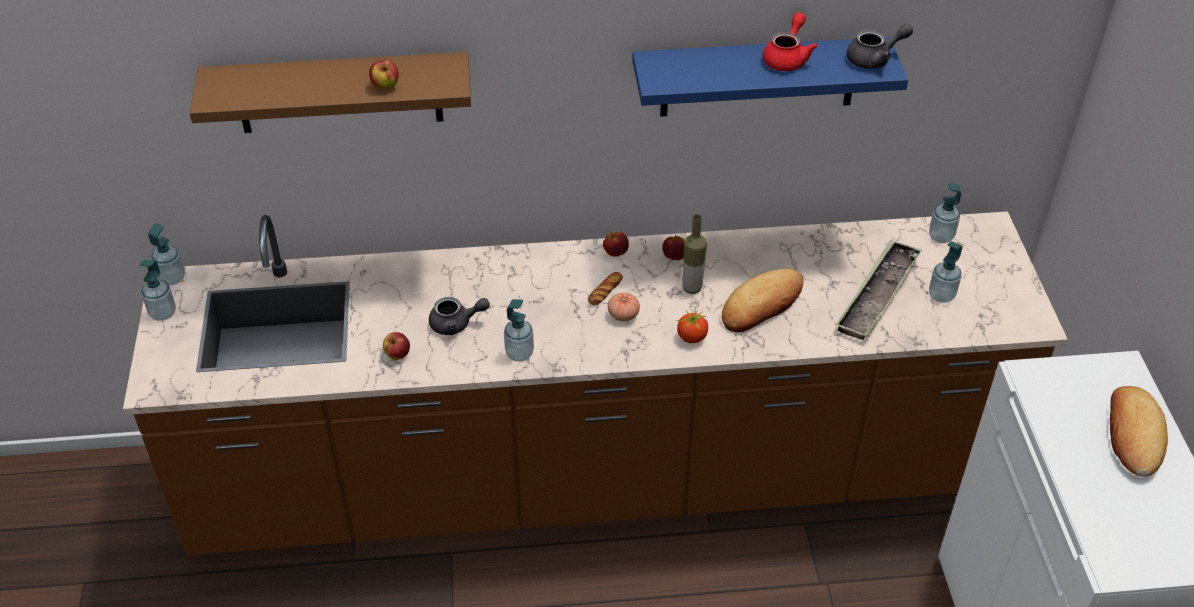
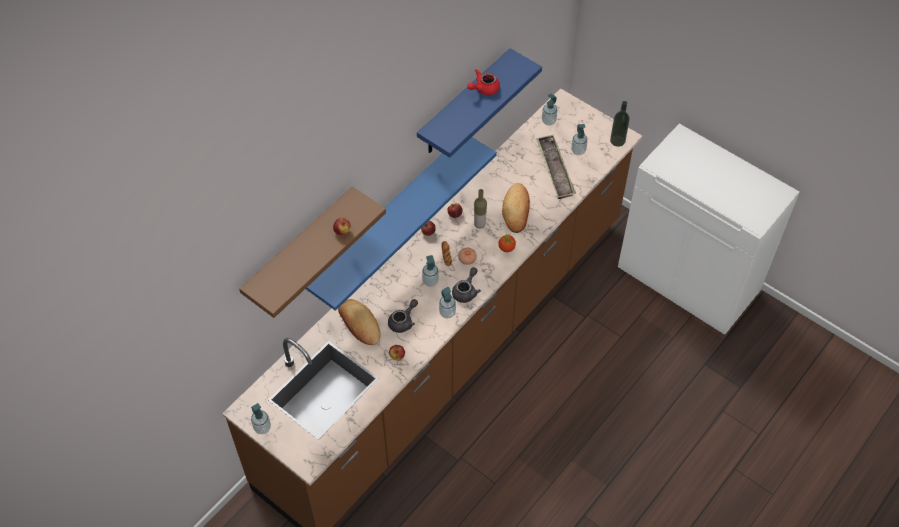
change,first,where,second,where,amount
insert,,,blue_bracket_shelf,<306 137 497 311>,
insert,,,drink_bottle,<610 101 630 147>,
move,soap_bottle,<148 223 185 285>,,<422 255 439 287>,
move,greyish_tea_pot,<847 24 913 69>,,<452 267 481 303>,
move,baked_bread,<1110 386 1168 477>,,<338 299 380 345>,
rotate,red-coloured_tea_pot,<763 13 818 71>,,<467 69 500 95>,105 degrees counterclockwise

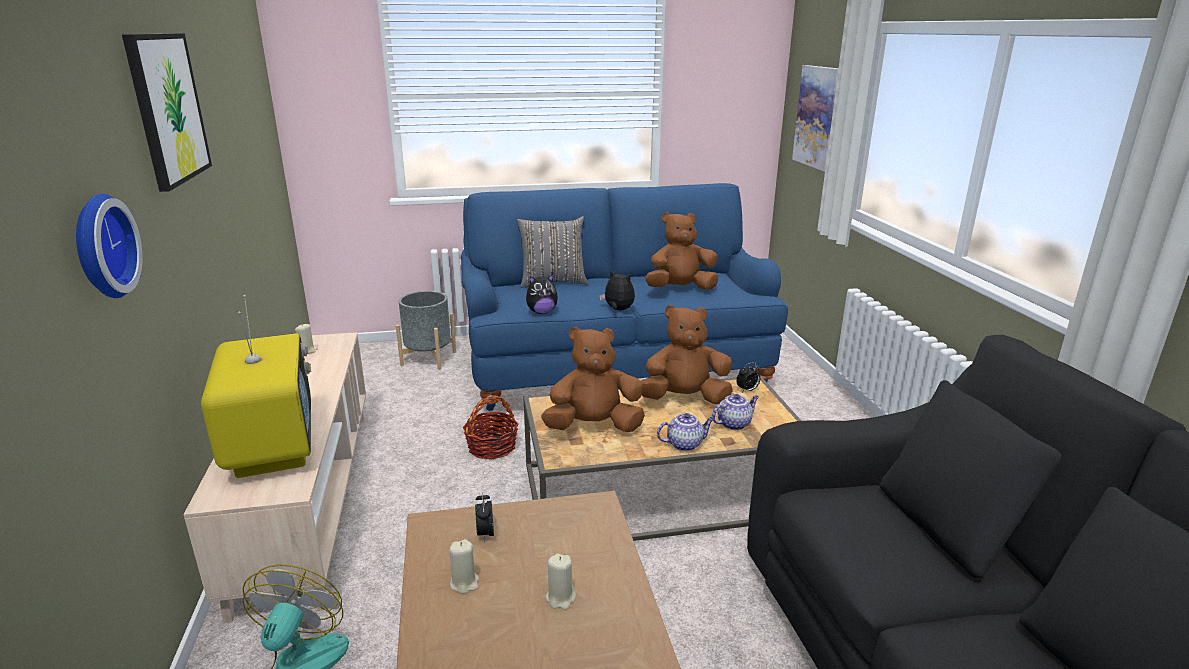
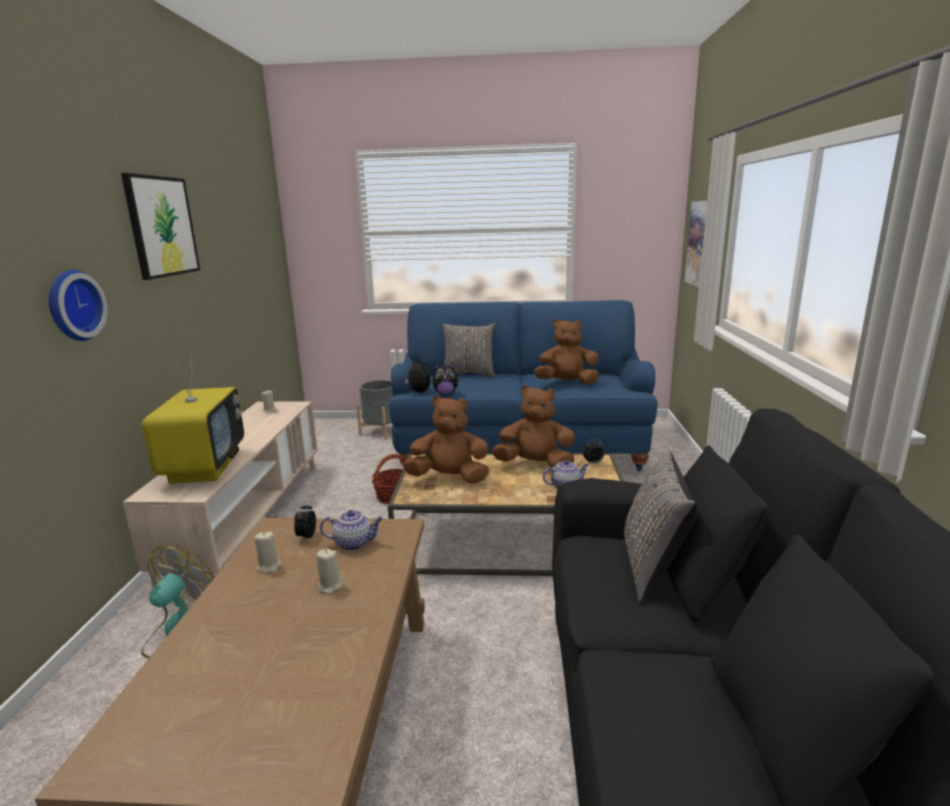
change,first,where,second,where,amount
insert,,,greyish_cushion,<624 452 698 603>,
move,soft_toy,<599 270 635 310>,,<405 360 431 392>,
move,tea_pot,<657 413 714 451>,,<320 510 383 551>,

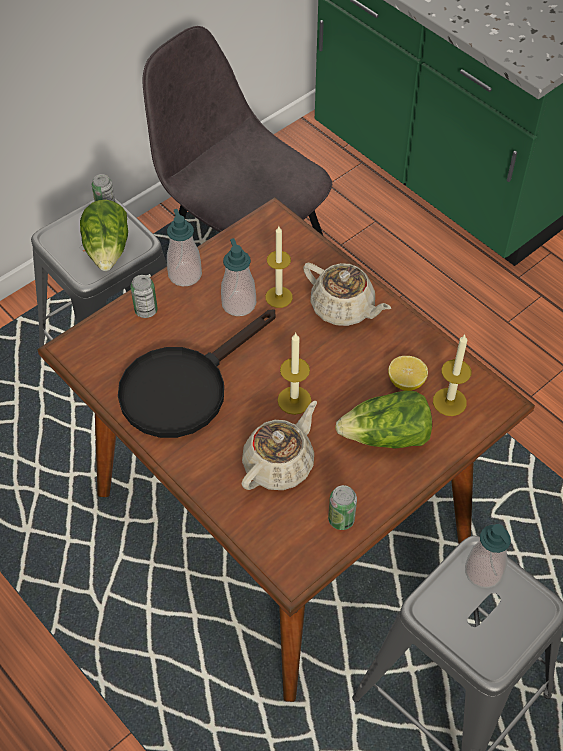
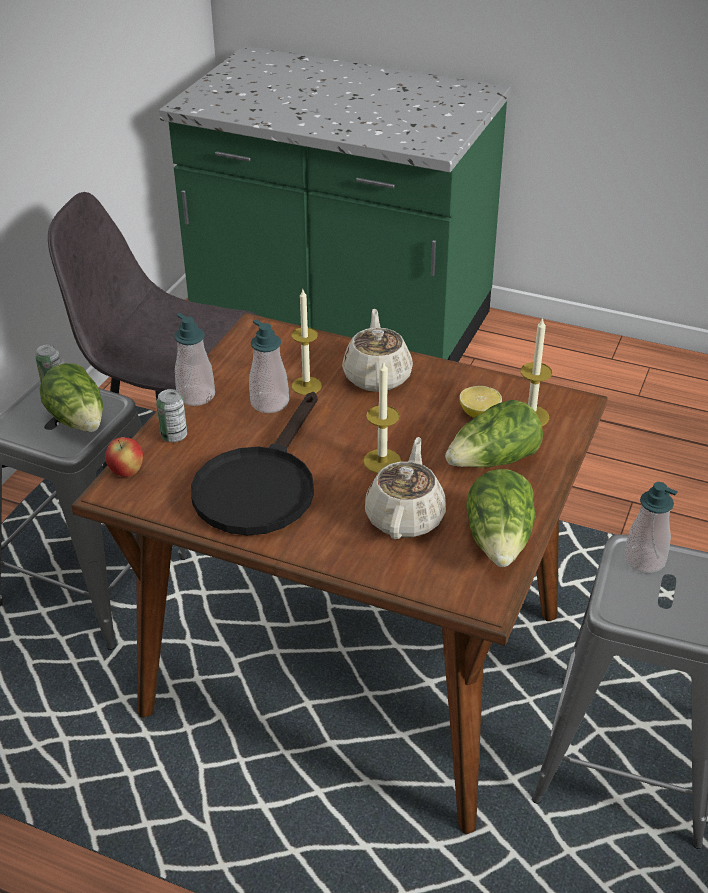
change,first,where,second,where,amount
insert,,,whole_apple,<105 437 143 477>,
replace,sealed_can,<328 485 357 530>,head_of_lettuce,<466 469 536 567>,
rotate,beige_tea_pot,<303 263 391 326>,,<342 308 413 392>,105 degrees counterclockwise

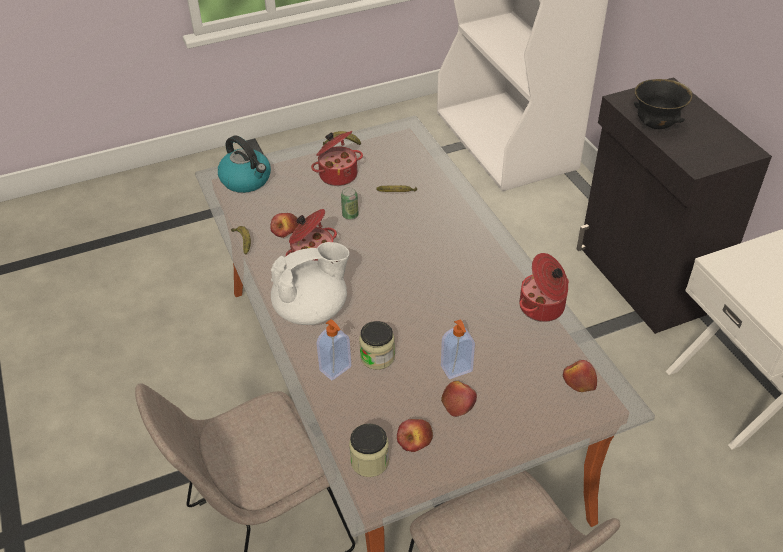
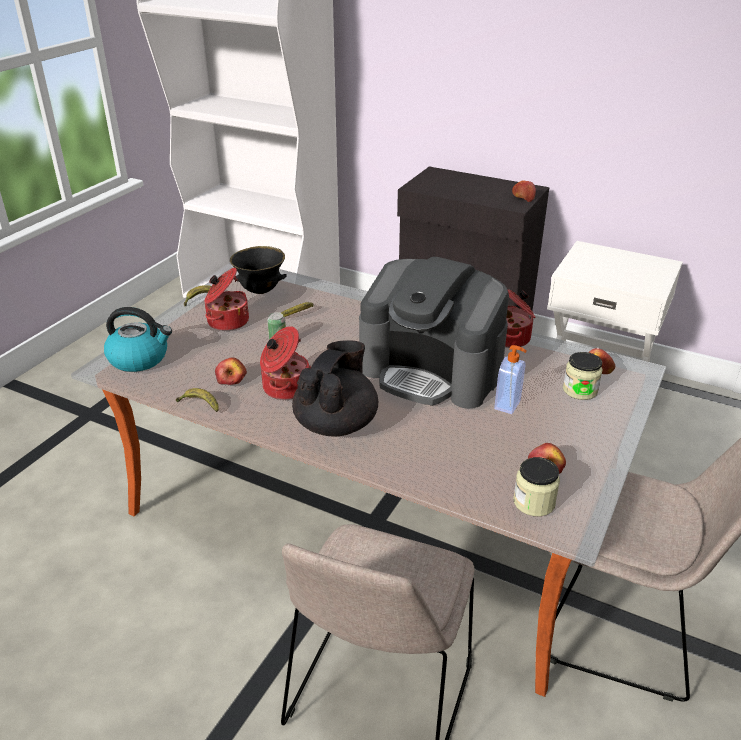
change,first,where,second,where,amount
delete,soap_bottle,<316 319 351 380>,,,
insert,,,coffee_brewer,<359 257 509 409>,
move,jar,<359 321 395 370>,,<563 352 603 400>,
move,whole_apple,<441 381 477 417>,,<512 181 536 202>,
move,black_bowl,<634 79 693 129>,,<230 246 287 294>,
recolor,white-coloured_tea_pot,<271 242 349 325>,black_tea_pot,<292 340 378 436>,

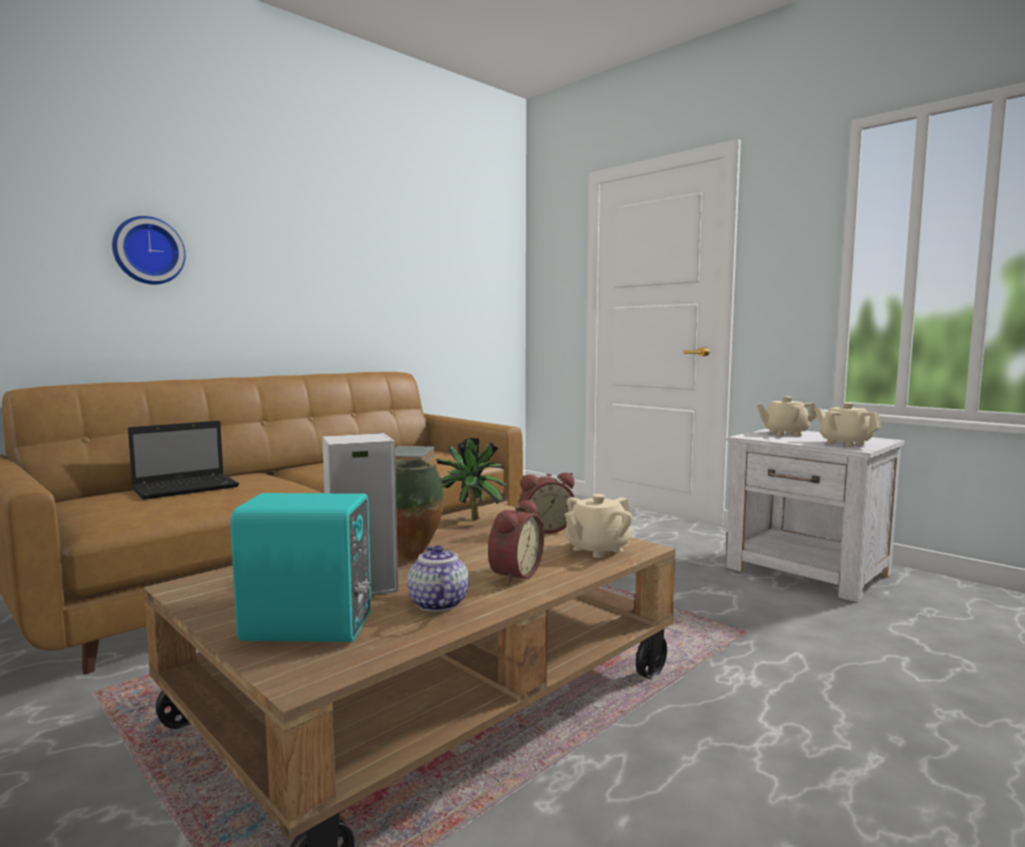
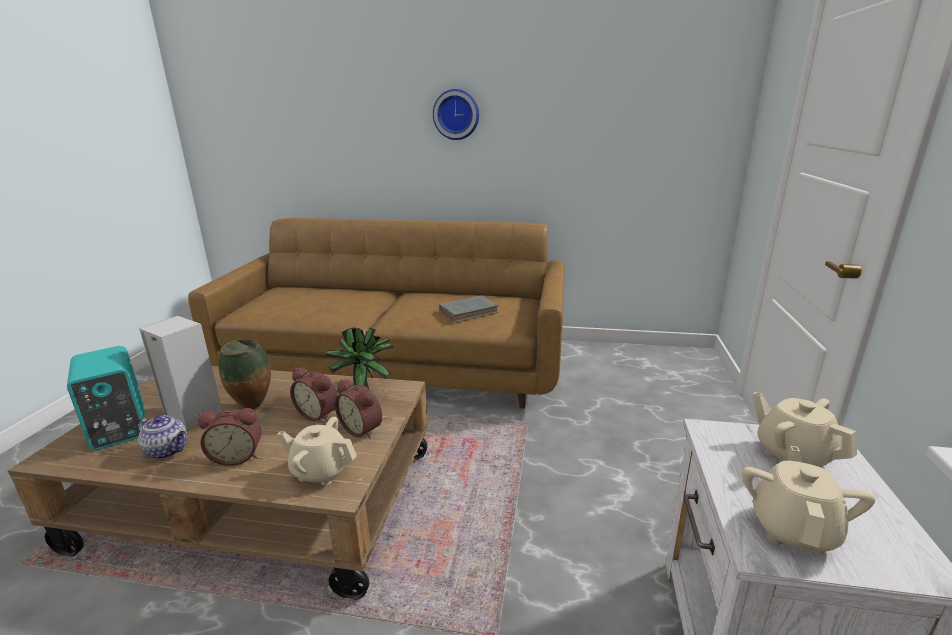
change,first,where,second,where,amount
delete,laptop,<128 421 239 500>,,,
insert,,,alarm_clock,<290 367 337 422>,
move,clock_on_the_wall,<112 216 186 284>,,<433 89 479 140>,
rotate,tea_pot,<407 545 469 612>,,<137 415 187 459>,75 degrees clockwise

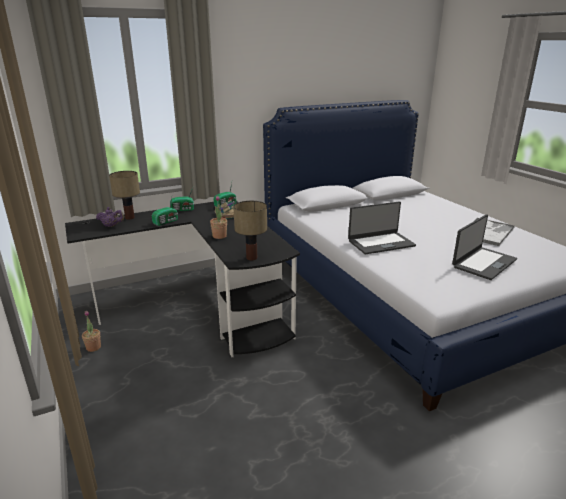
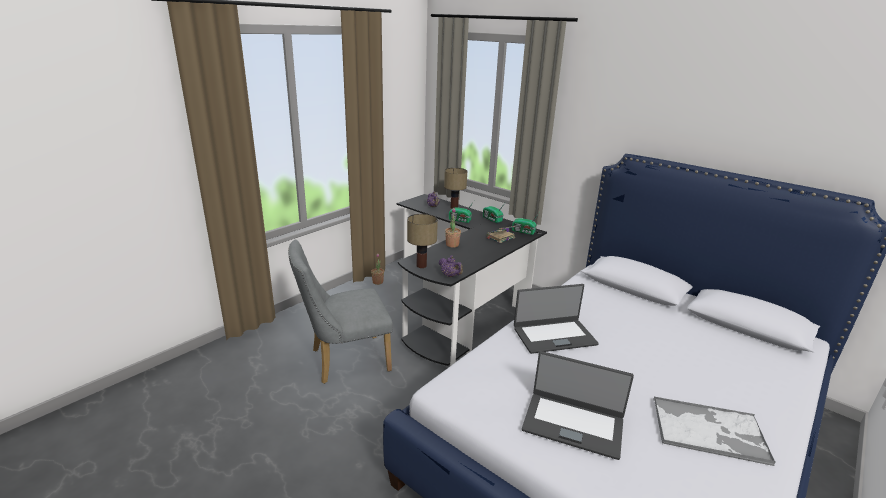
change,first,where,second,where,amount
insert,,,greyish_plain_chair,<288 240 393 384>,
insert,,,purplish_tea_pot,<439 255 463 277>,
rotate,laptop,<348 201 416 254>,,<514 284 599 354>,60 degrees counterclockwise

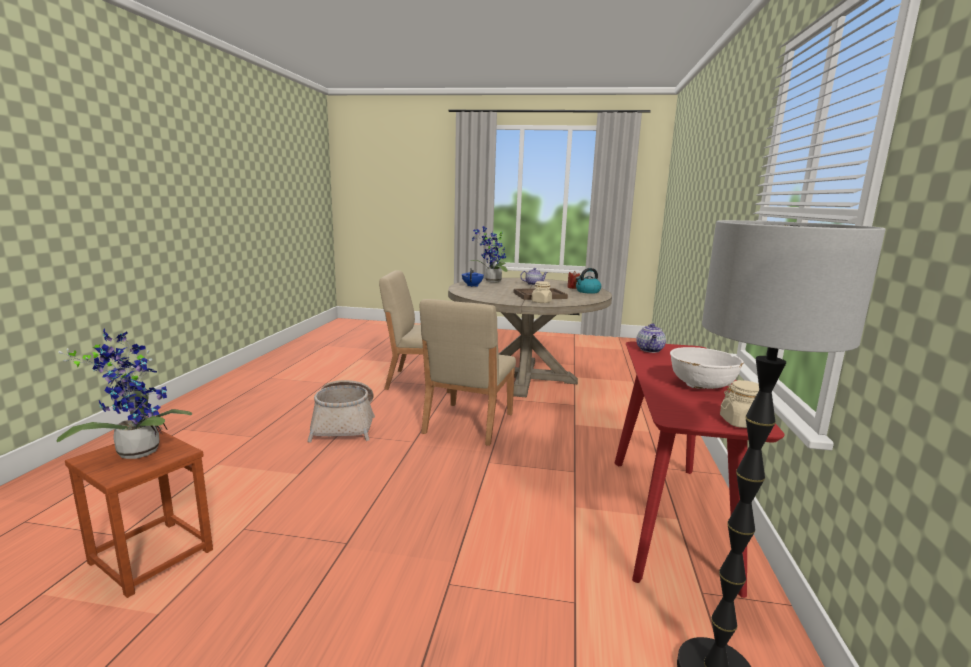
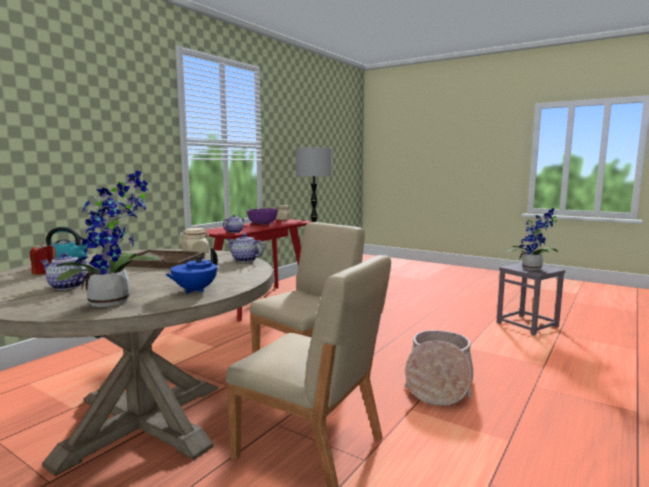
change,first,where,second,where,amount
insert,,,tea_pot,<227 233 264 262>,
recolor,brown_sitting_stool,<65 429 213 598>,greyish_sitting_stool,<497 263 565 336>,
recolor,white-coloured_bowl,<670 347 744 389>,purplish_bowl,<246 208 278 225>,

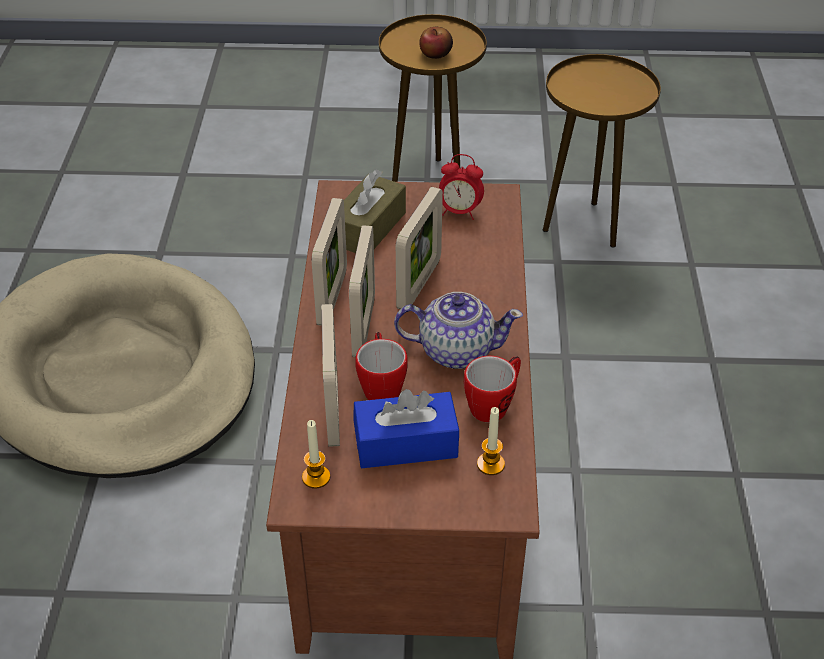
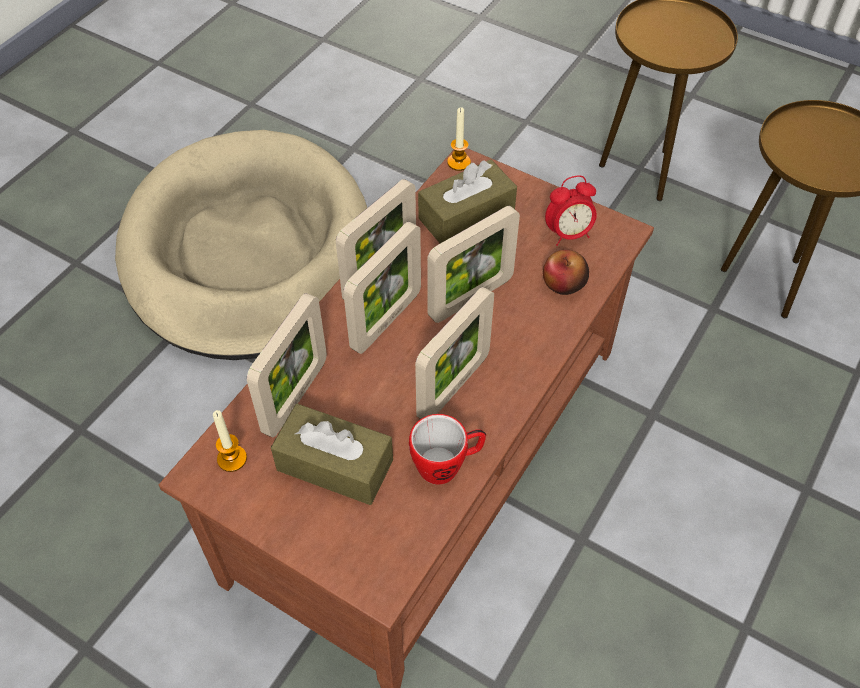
change,first,where,second,where,amount
delete,mug,<355 332 408 400>,,,
move,whole_apple,<419 27 453 59>,,<543 250 589 295>,
move,wax_light,<477 407 505 475>,,<447 107 471 171>,
replace,tea_pot,<394 292 523 369>,photo_frame,<415 287 494 419>,
recolor,blue_tissue_box,<353 389 459 468>,brown_tissue_box,<271 404 393 505>,
rotate,alarm_clock,<439 154 484 220>,,<545 175 597 246>,60 degrees counterclockwise

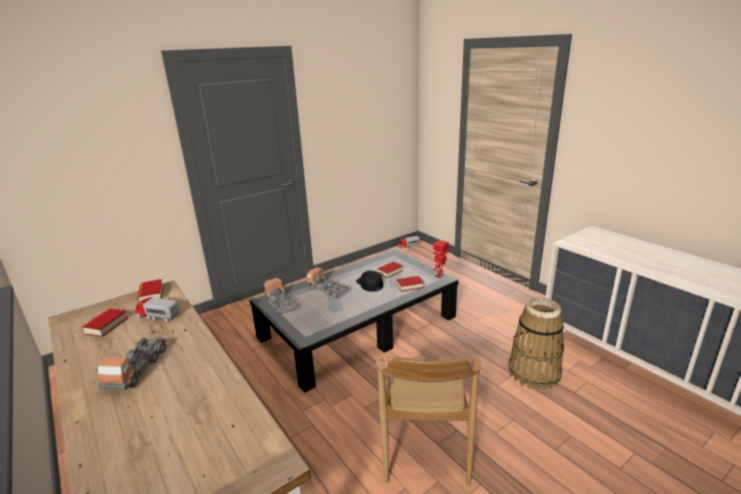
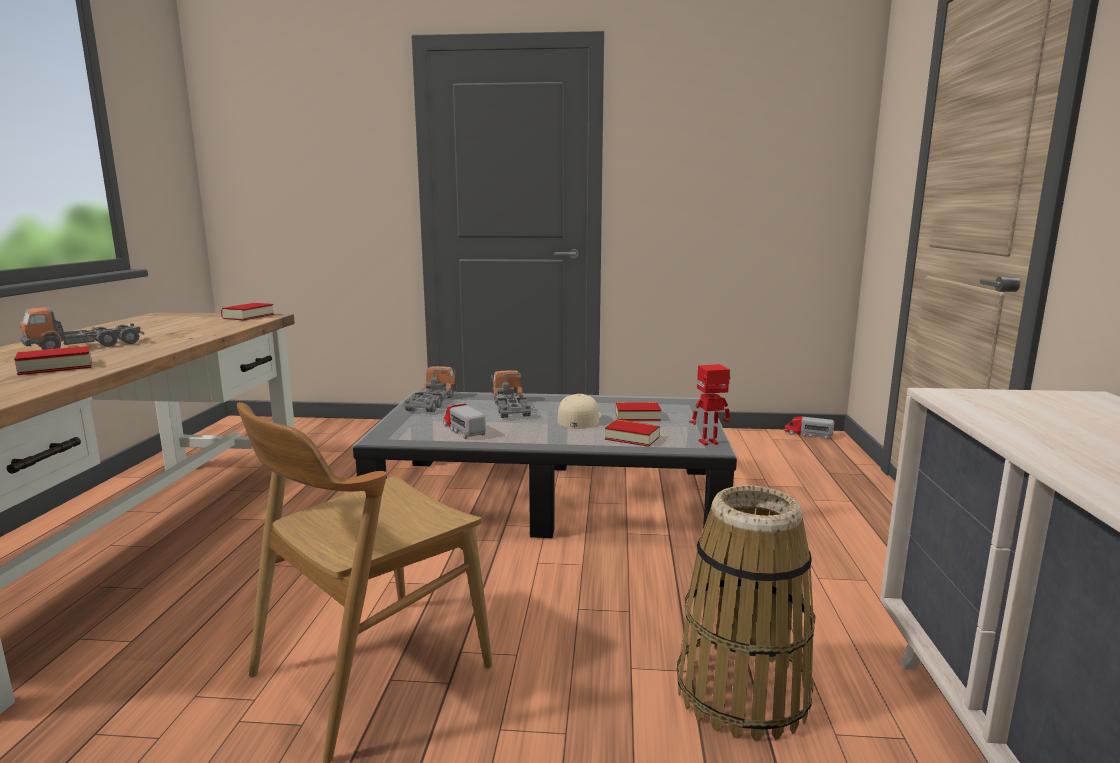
change,first,where,second,where,amount
move,book,<81 308 128 337>,,<14 346 92 375>,
move,toy_truck,<135 297 179 322>,,<443 404 486 439>,
recolor,black_peaked_cap,<356 270 383 292>,beige_peaked_cap,<557 394 602 429>,

